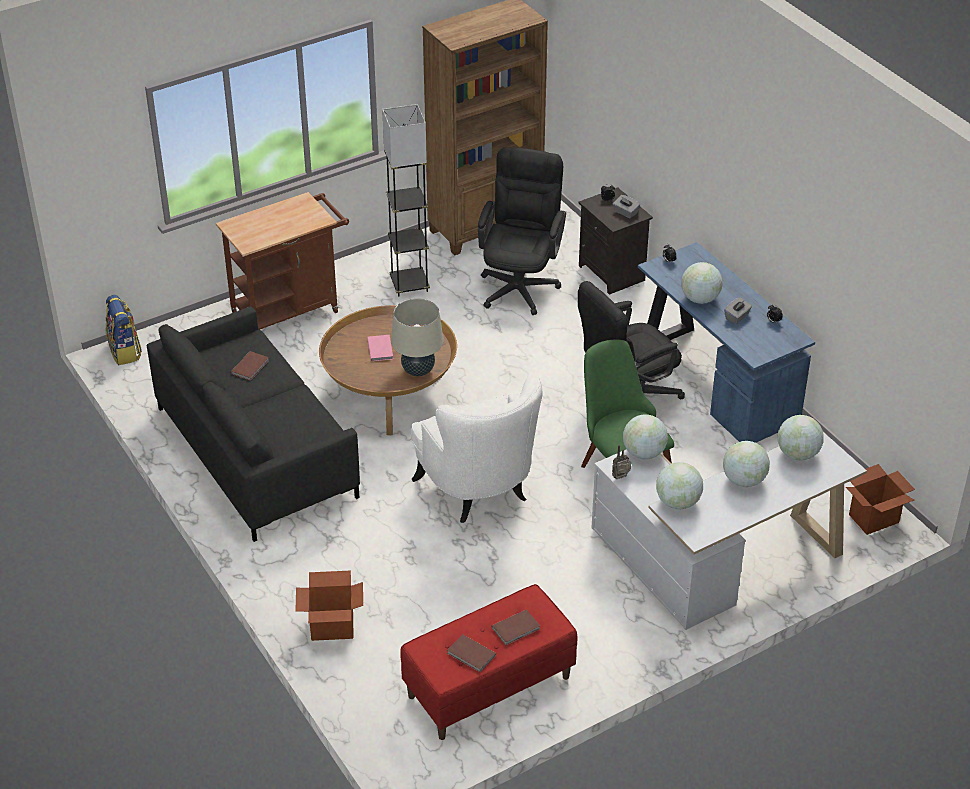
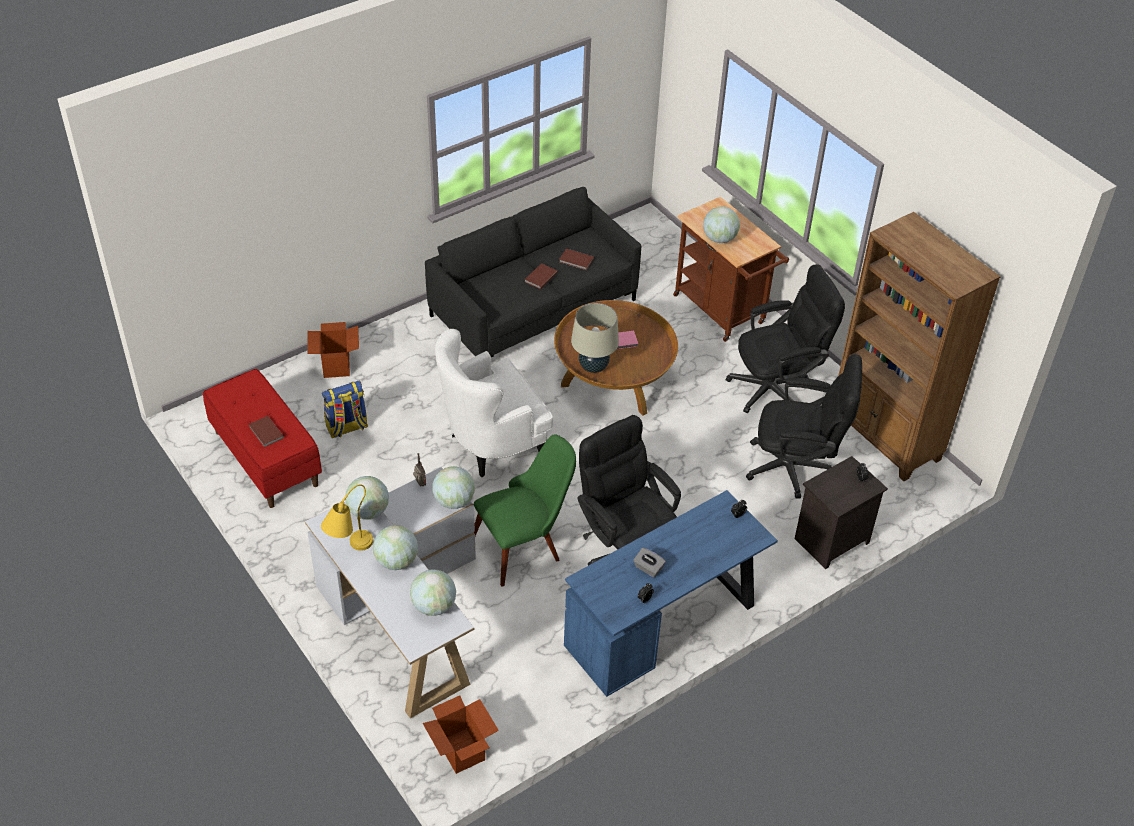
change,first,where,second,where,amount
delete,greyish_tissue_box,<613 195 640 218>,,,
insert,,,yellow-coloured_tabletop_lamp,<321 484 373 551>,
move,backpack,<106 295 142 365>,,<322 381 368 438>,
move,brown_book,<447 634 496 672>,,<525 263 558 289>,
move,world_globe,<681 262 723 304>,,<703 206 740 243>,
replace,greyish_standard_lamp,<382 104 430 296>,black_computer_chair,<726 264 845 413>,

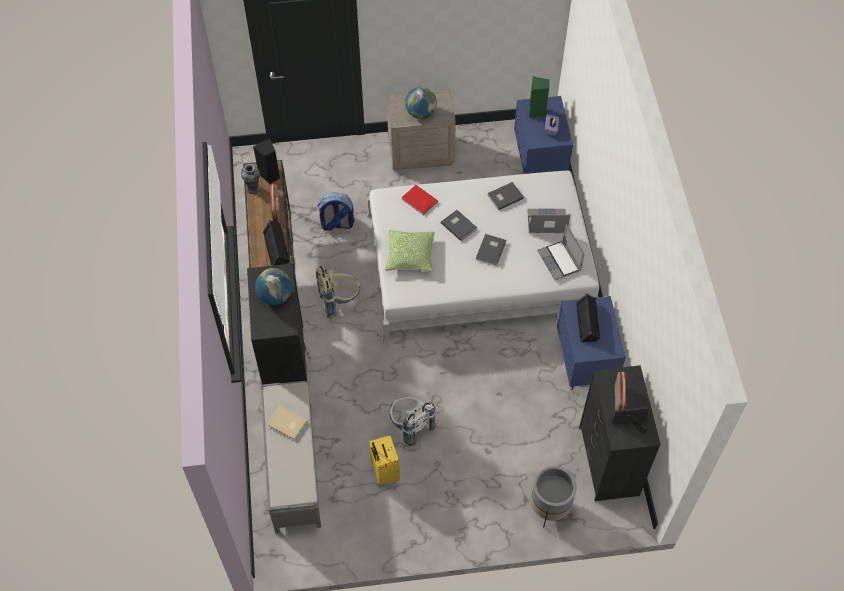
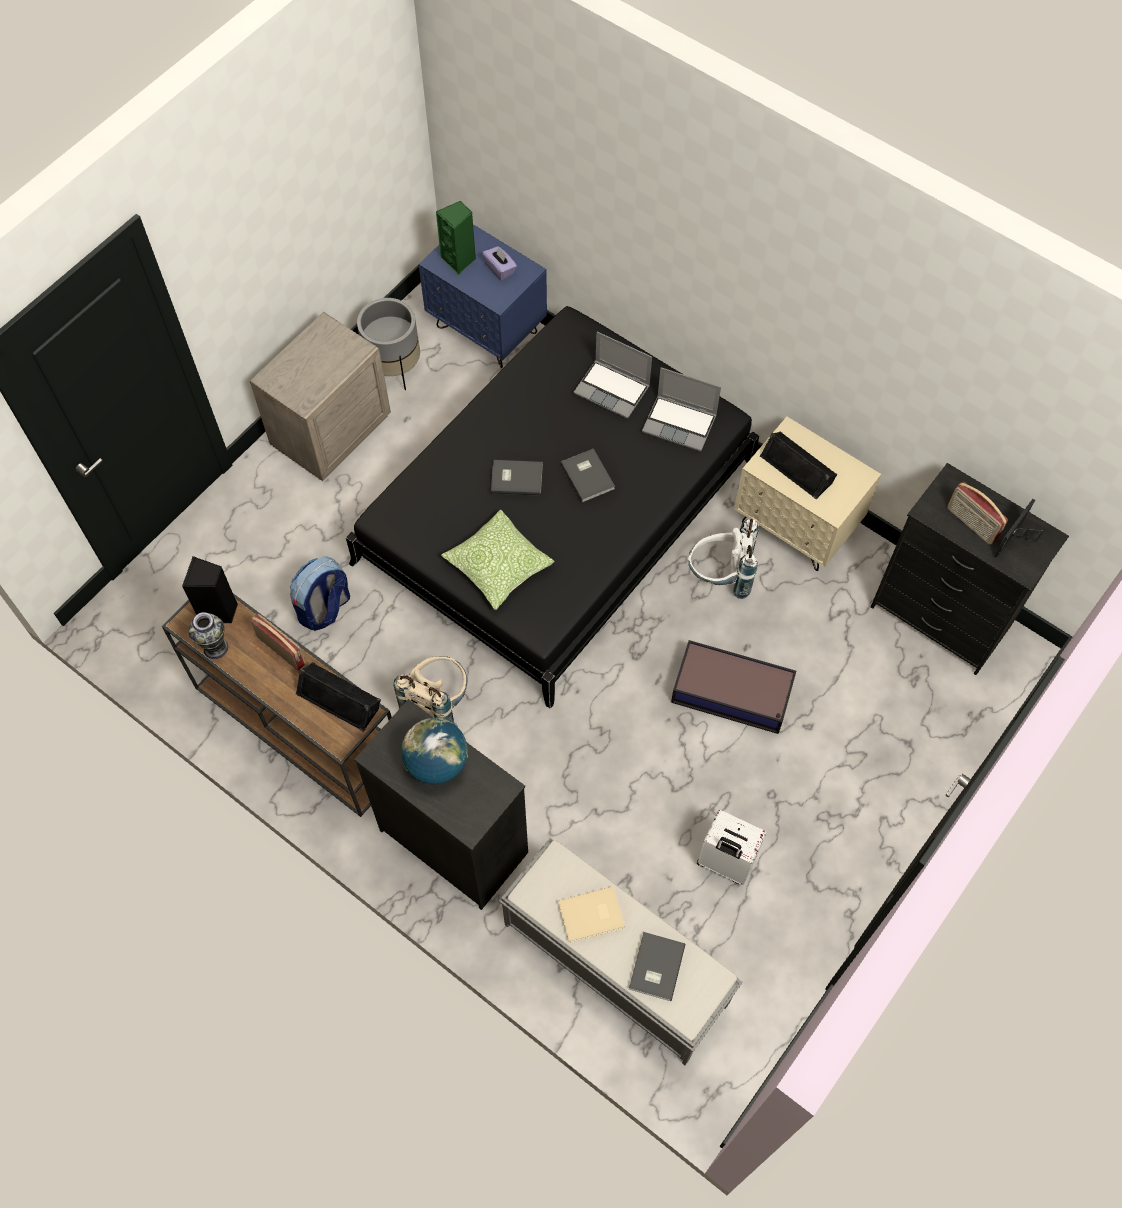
change,first,where,second,where,amount
delete,red-coloured_book,<401 185 438 215>,,,
delete,world_globe,<405 87 437 119>,,,
insert,,,storage_box,<671 640 796 734>,
move,white-coloured_backpack,<389 397 436 446>,,<688 518 759 599>,
move,greyish_book,<487 182 524 210>,,<629 932 685 1001>,
move,greyish_plant_pot,<531 466 577 527>,,<357 298 420 390>,
recolor,white-coloured_sleeping_bed,<367 171 599 344>,black_sleeping_bed,<346 306 759 709>,
recolor,yellow-coloured_travel_case,<369 435 400 486>,white-coloured_travel_case,<697 810 766 885>,
recolor,blue_bedside_table,<557 296 626 390>,beige_bedside_table,<734 417 881 571>,
rotate,laptop,<527 209 570 233>,,<574 332 652 419>,105 degrees counterclockwise

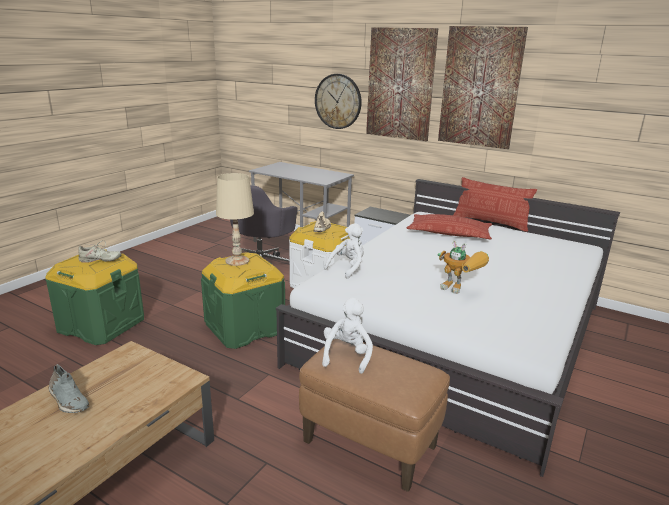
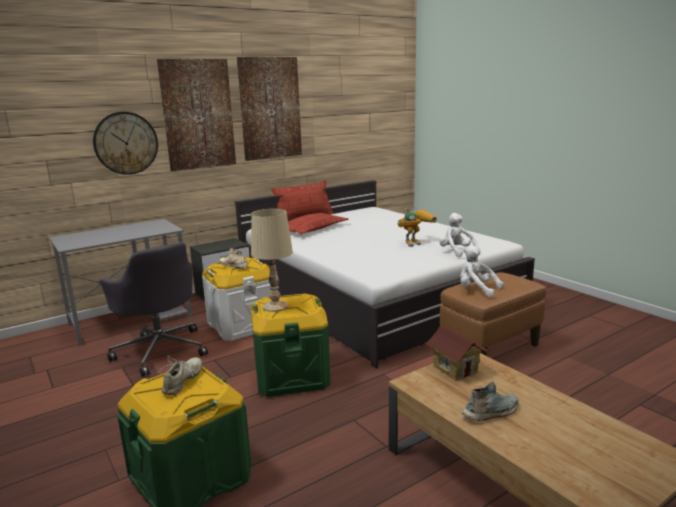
change,first,where,second,where,amount
insert,,,miniature_house,<425 325 489 380>,
move,white-coloured_soft_toy,<324 223 364 279>,,<439 213 480 257>,

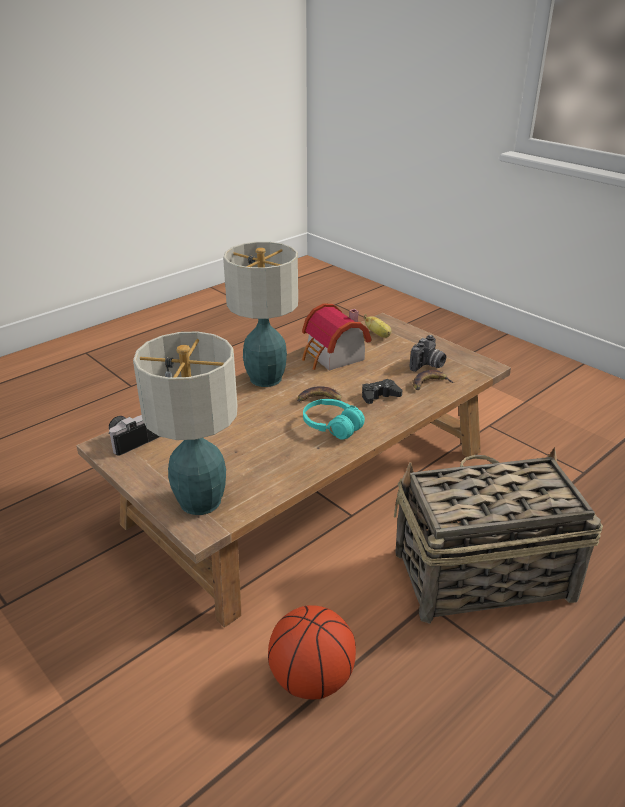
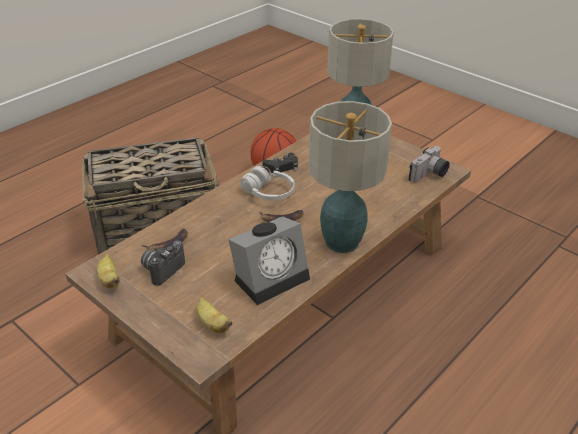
change,first,where,second,where,amount
insert,,,banana,<97 253 120 289>,
move,black_gamepad,<362 379 402 404>,,<263 153 298 173>,
replace,miniature_house,<302 303 371 371>,alarm_clock,<228 216 310 305>,
recolor,turquoise_pair_of_headphones,<303 399 365 439>,white-coloured_pair_of_headphones,<241 166 294 200>,

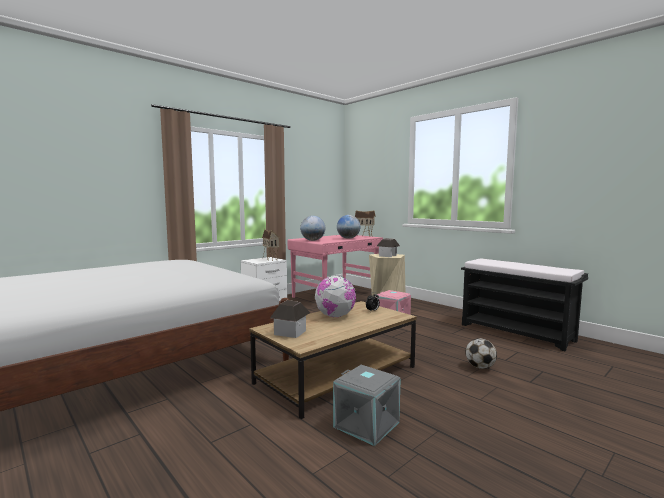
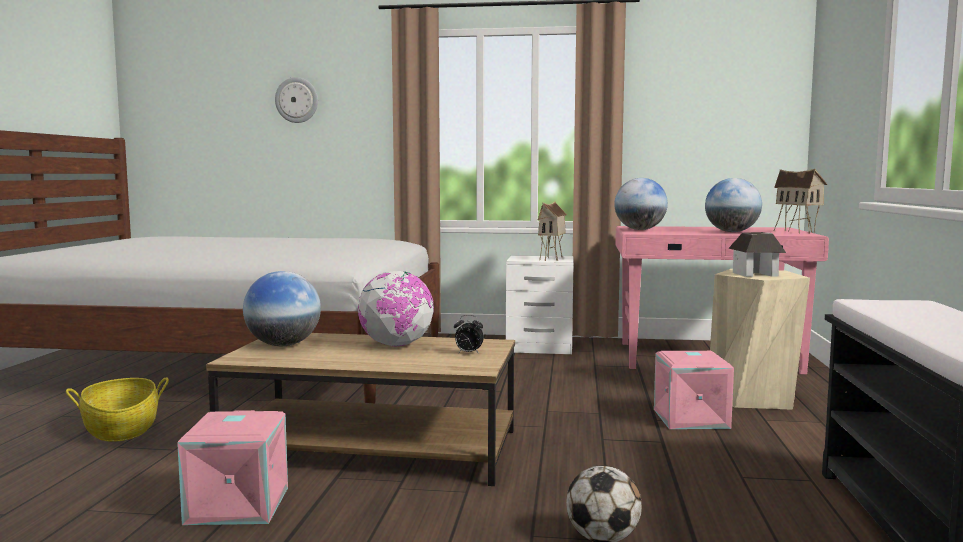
change,first,where,second,where,amount
insert,,,household_basket,<66 377 169 442>,
insert,,,clock_on_the_wall,<275 77 318 123>,
replace,miniature_house,<270 300 310 338>,world_globe,<243 271 321 346>,
recolor,greyish_storage_box,<333 365 401 446>,pink_storage_box,<177 410 288 525>,

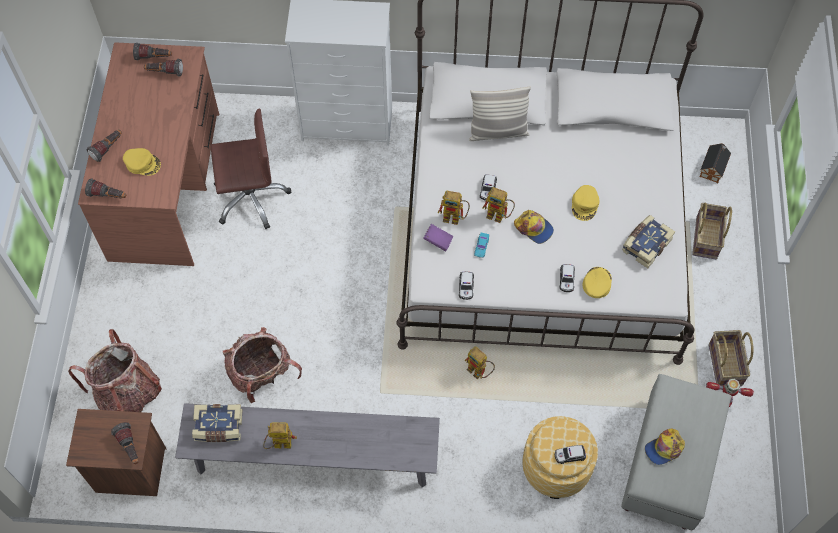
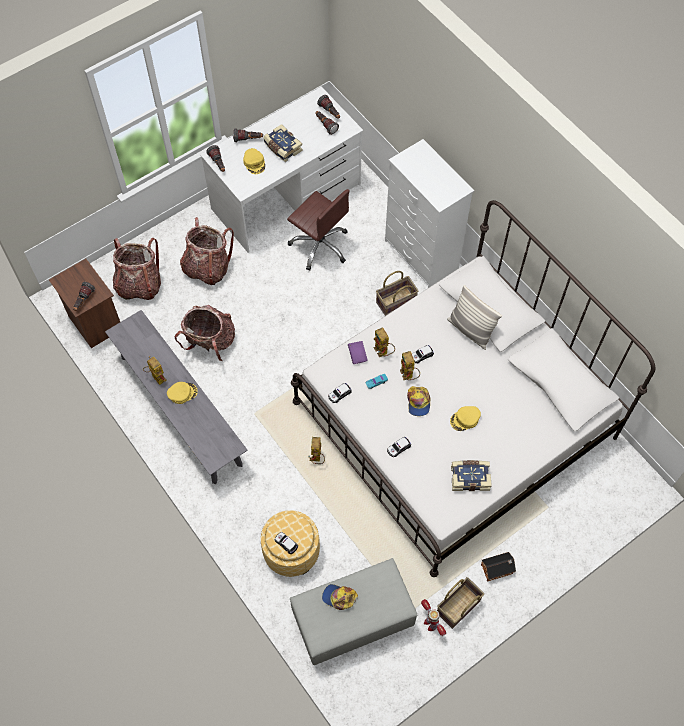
change,first,where,second,where,amount
insert,,,backpack,<180 217 234 285>,
move,book,<192 404 243 442>,,<263 124 303 162>,
move,yellow-coloured_peaked_cap,<582 267 612 298>,,<167 382 198 404>,
move,household_basket,<692 202 732 259>,,<376 271 418 316>,
move,miniature_house,<699 143 731 183>,,<481 552 516 581>,
recolor,brown_desk_table,<78 42 219 266>,white-coloured_desk_table,<200 86 363 253>,

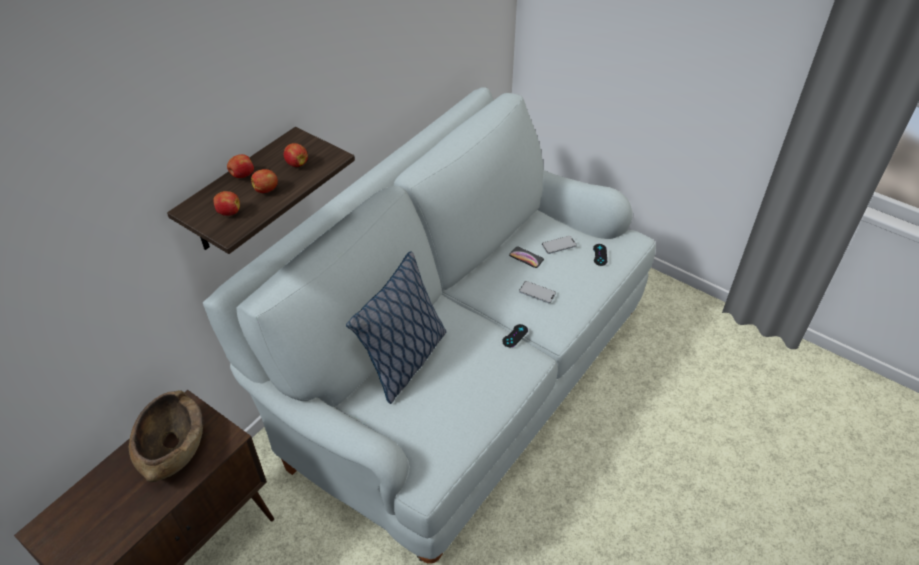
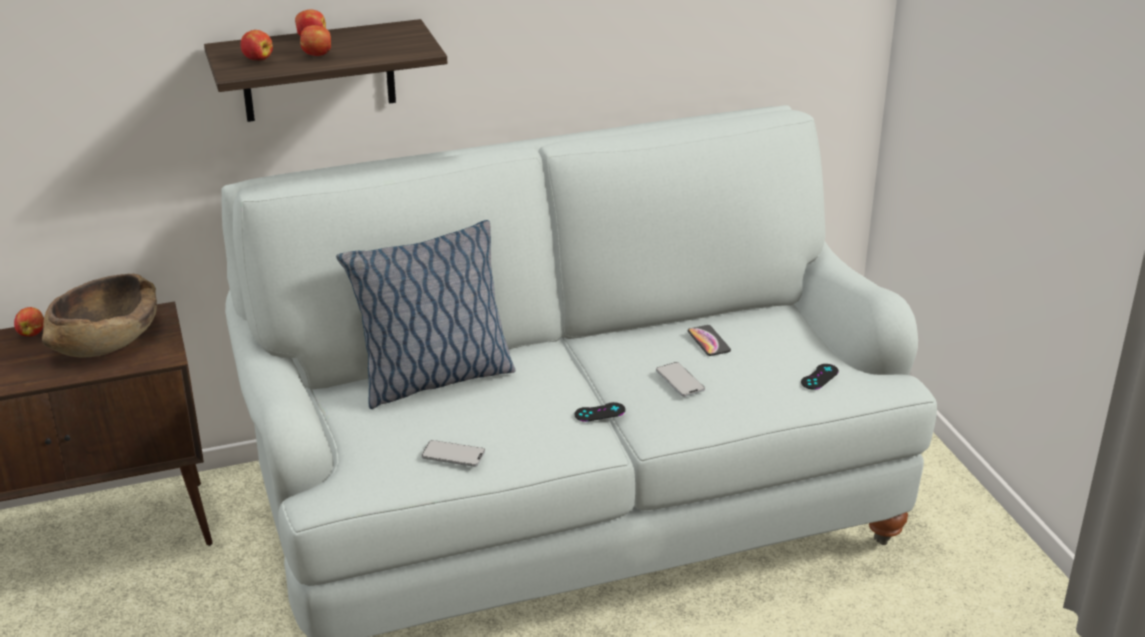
change,first,where,second,where,amount
move,whole_apple,<284 143 308 167>,,<14 307 44 337>,
move,telephone,<542 236 577 254>,,<422 440 485 467>,

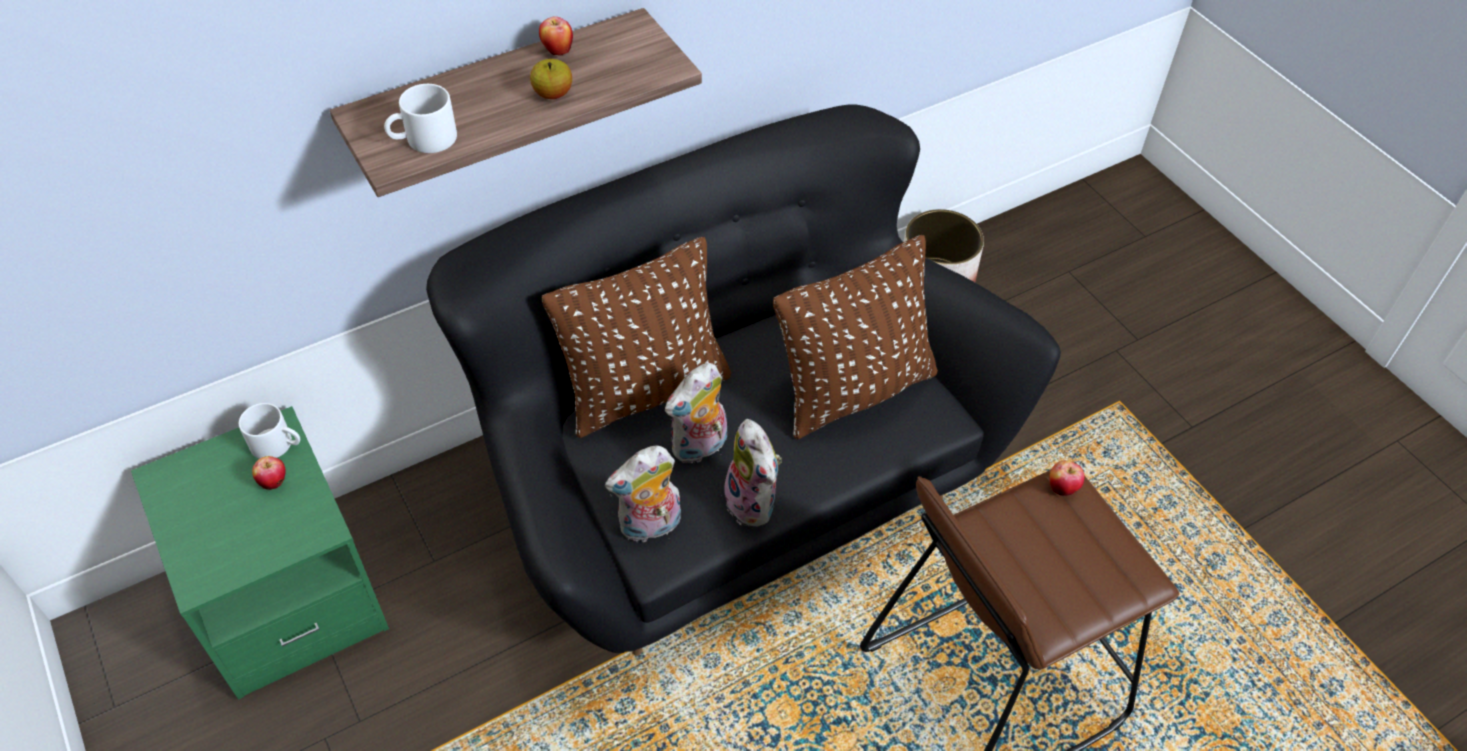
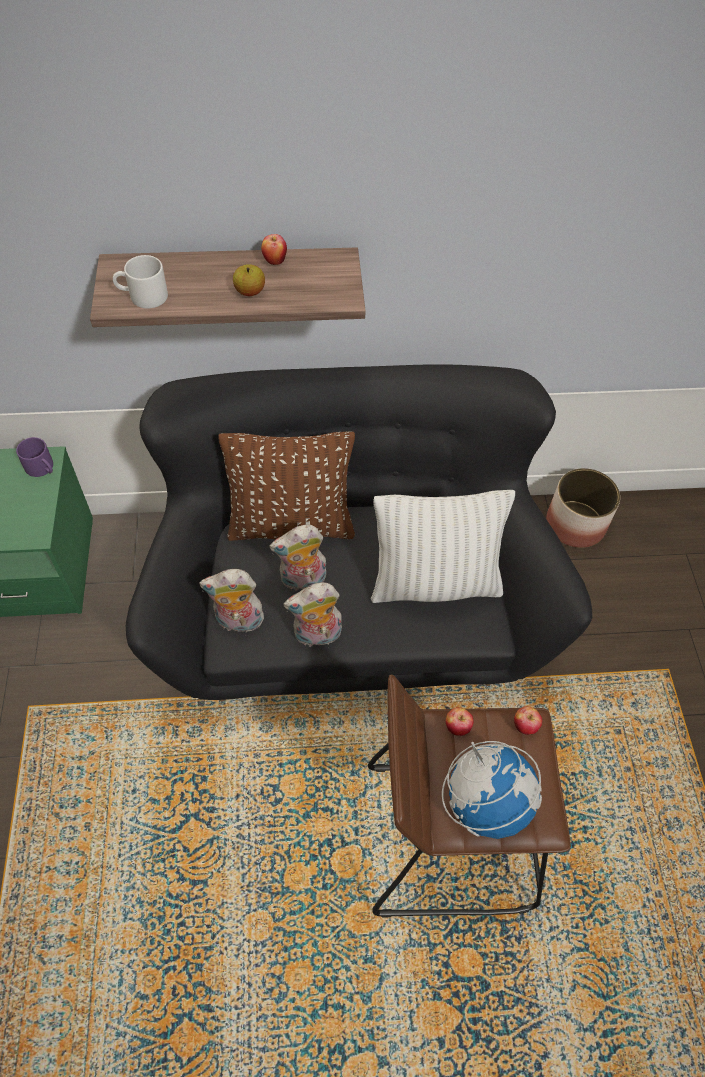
change,first,where,second,where,amount
insert,,,world_globe,<442 741 542 839>,
move,whole_apple,<252 456 286 490>,,<446 707 474 736>,
recolor,white-coloured_mug,<239 403 300 459>,purplish_mug,<16 437 53 477>,
recolor,brown_cushion,<773 235 938 440>,white-coloured_cushion,<371 490 515 603>,
rotate,soft_toy,<723 419 782 527>,,<283 582 342 647>,75 degrees clockwise

